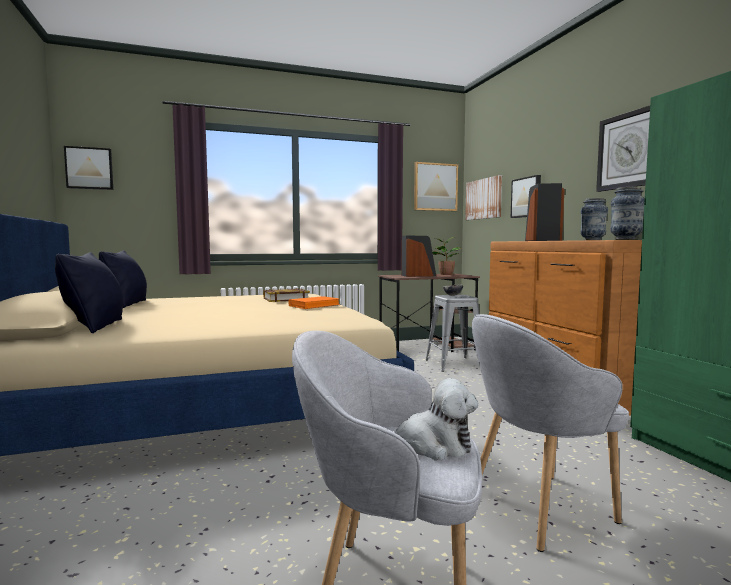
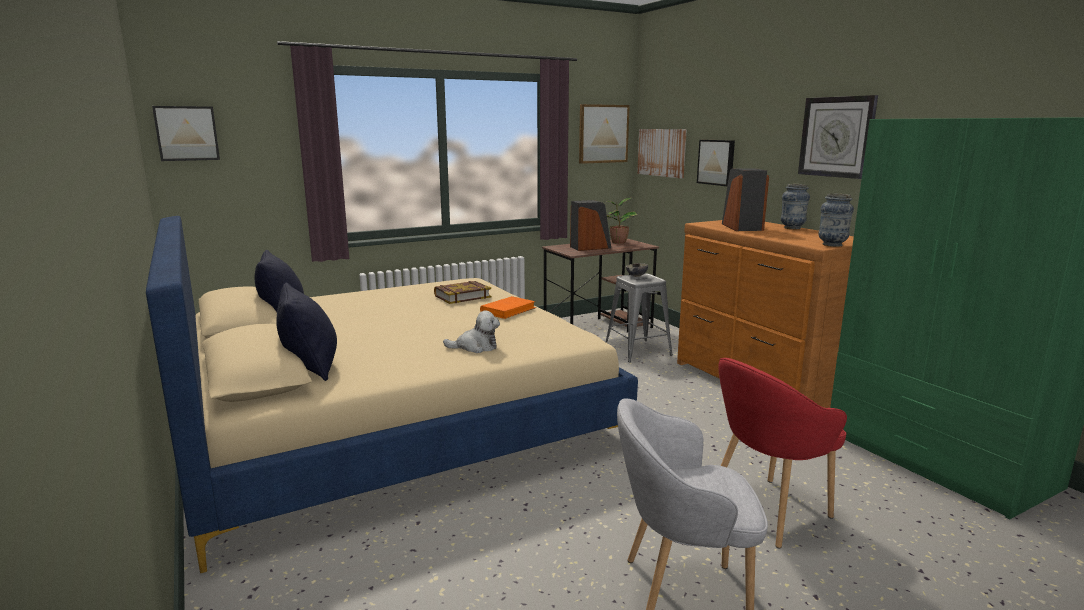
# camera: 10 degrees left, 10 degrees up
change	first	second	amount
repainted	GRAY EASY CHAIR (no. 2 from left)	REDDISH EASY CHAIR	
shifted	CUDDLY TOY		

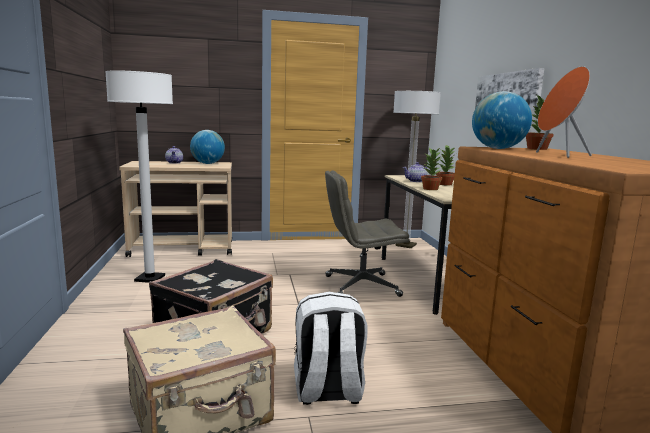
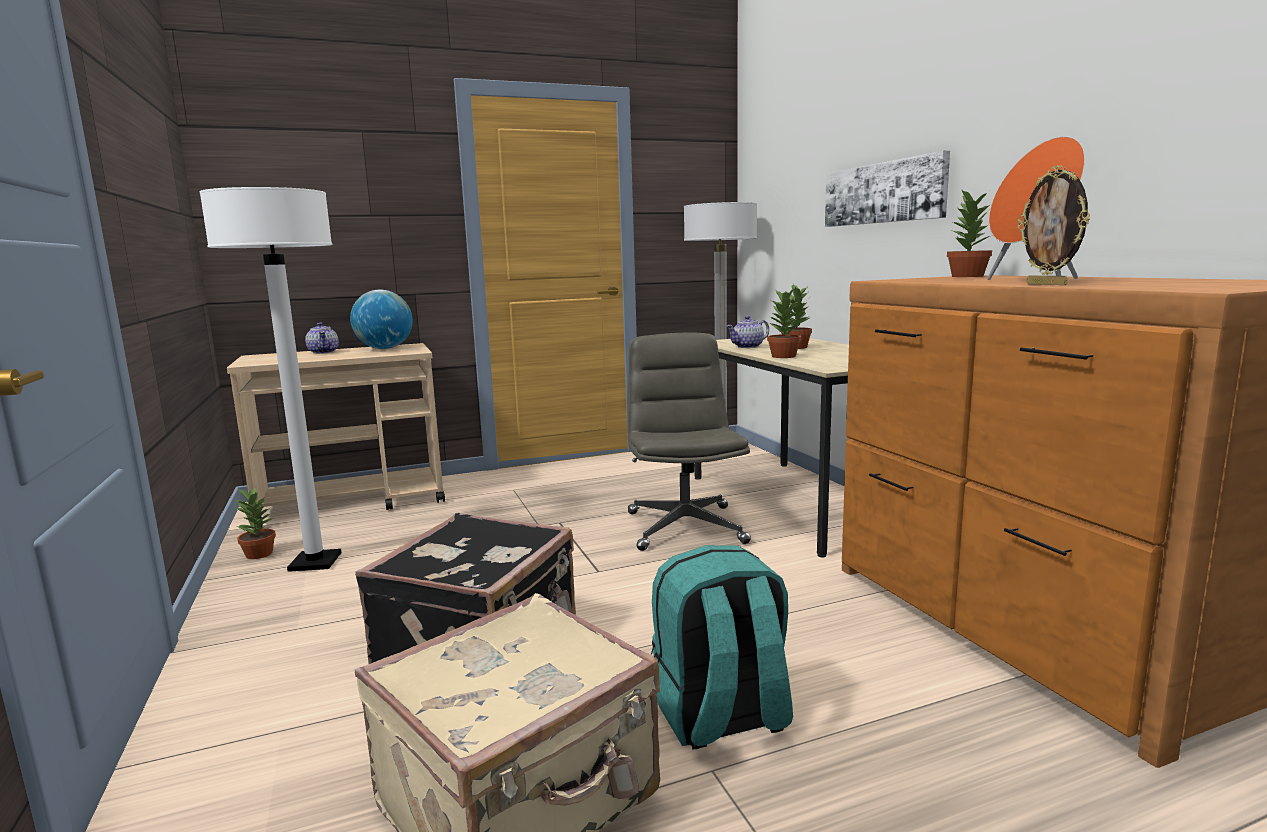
# camera: 10 degrees left, 0 degrees up
change	first	second	amount
gone	WORLD GLOBE (no. 2 from left)		
rotated	GRAY OFFICE CHAIR		105 degrees clockwise
repainted	WHITE-COLOURED KNAPSACK	TURQUOISE-COLOURED KNAPSACK	
new		STANDING FRAME	
new		PLANT IN A POT (no. 1 from left)	

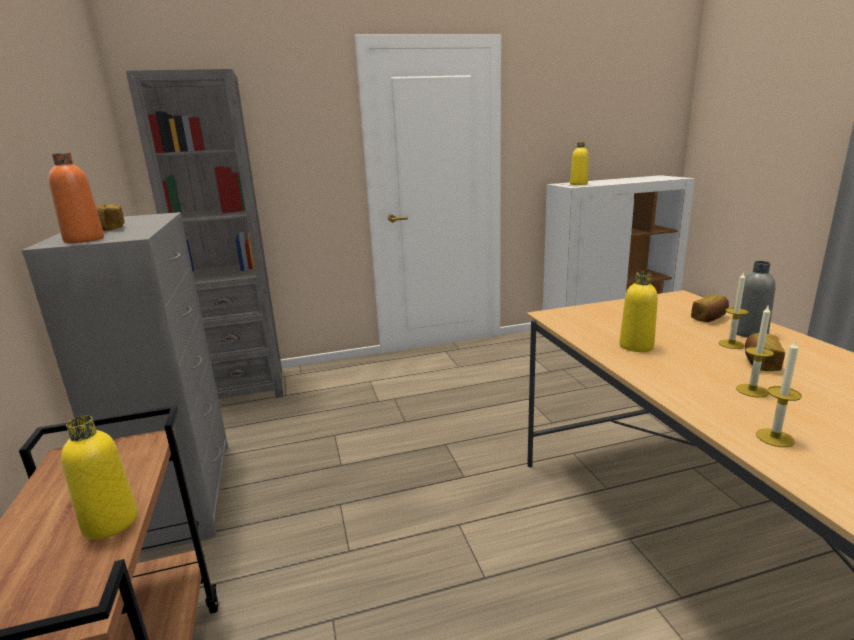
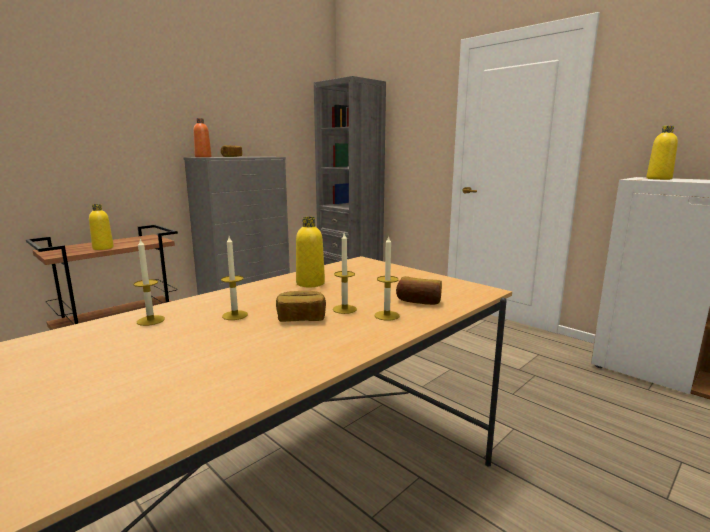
# camera: 60 degrees right, 5 degrees down
change	first	second	amount
swapped	GRAY BEVERAGE BOTTLE	WAX LIGHT (no. 4 from left)	

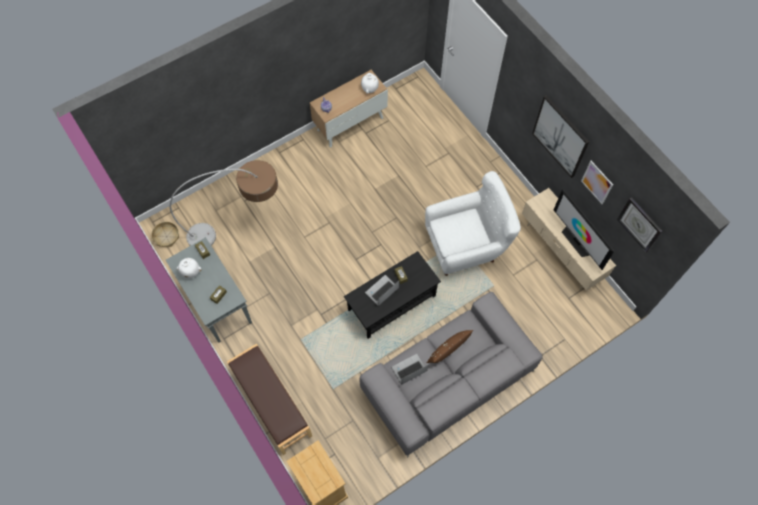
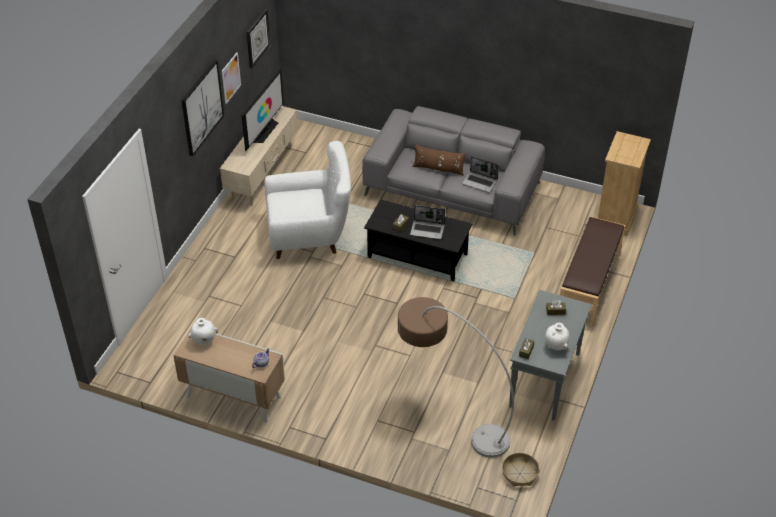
# camera: 125 degrees left, 20 degrees down
change	first	second	amount
rotated	WHITE-COLOURED EASY CHAIR		135 degrees clockwise

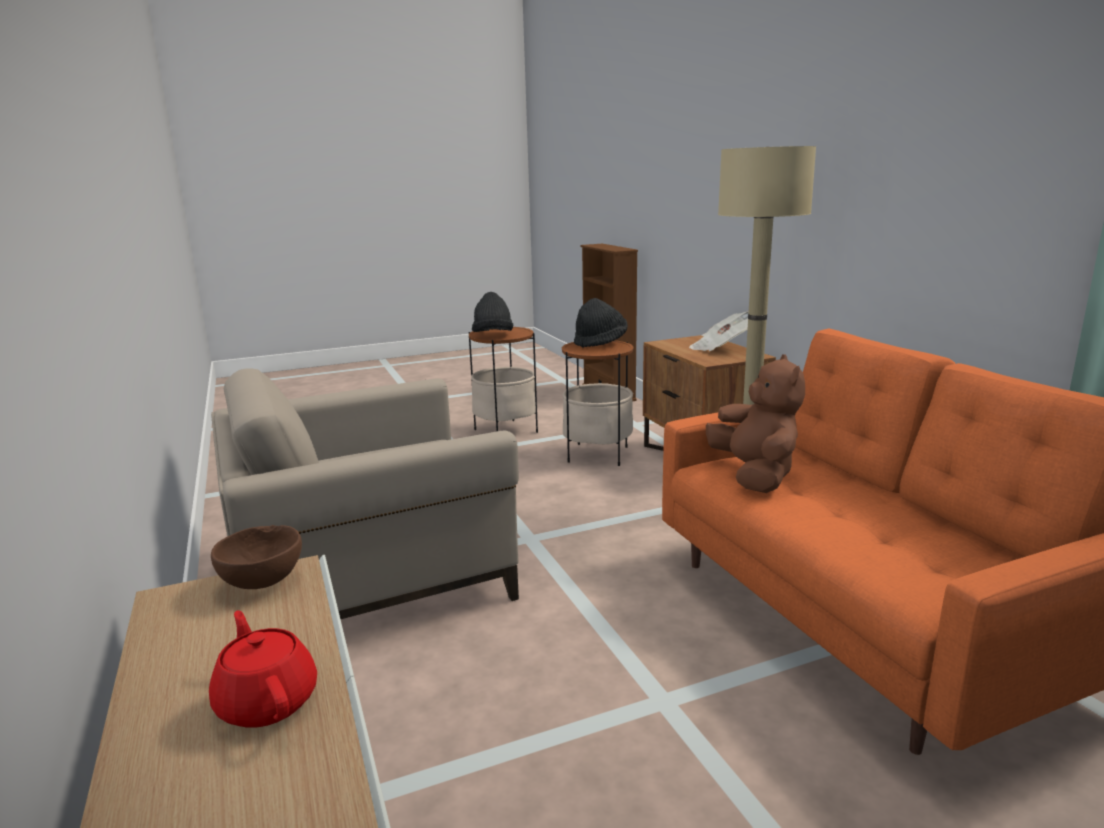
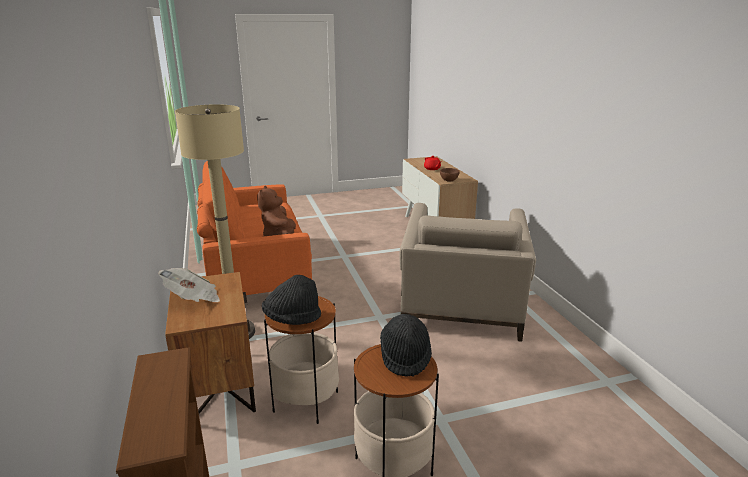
# camera: 175 degrees left, 5 degrees up
change	first	second	amount
rotated	BEIGE-COLOURED EASY CHAIR		120 degrees clockwise

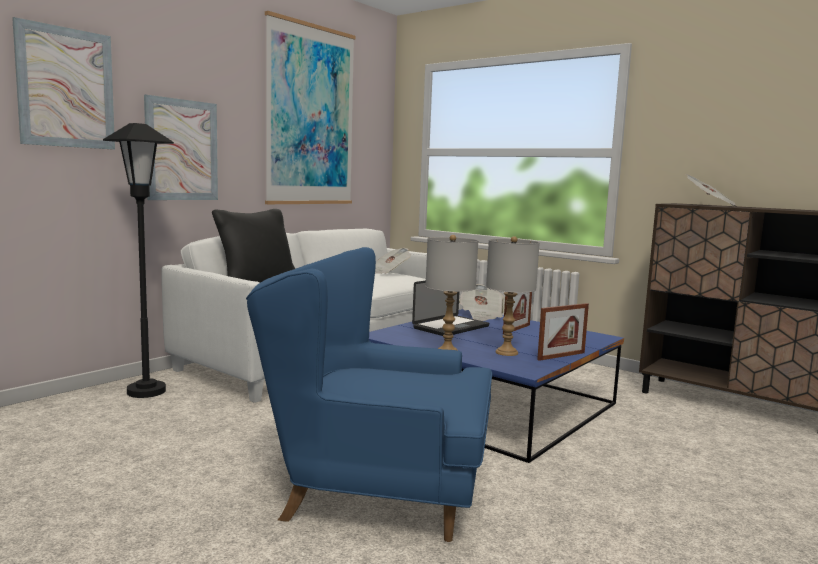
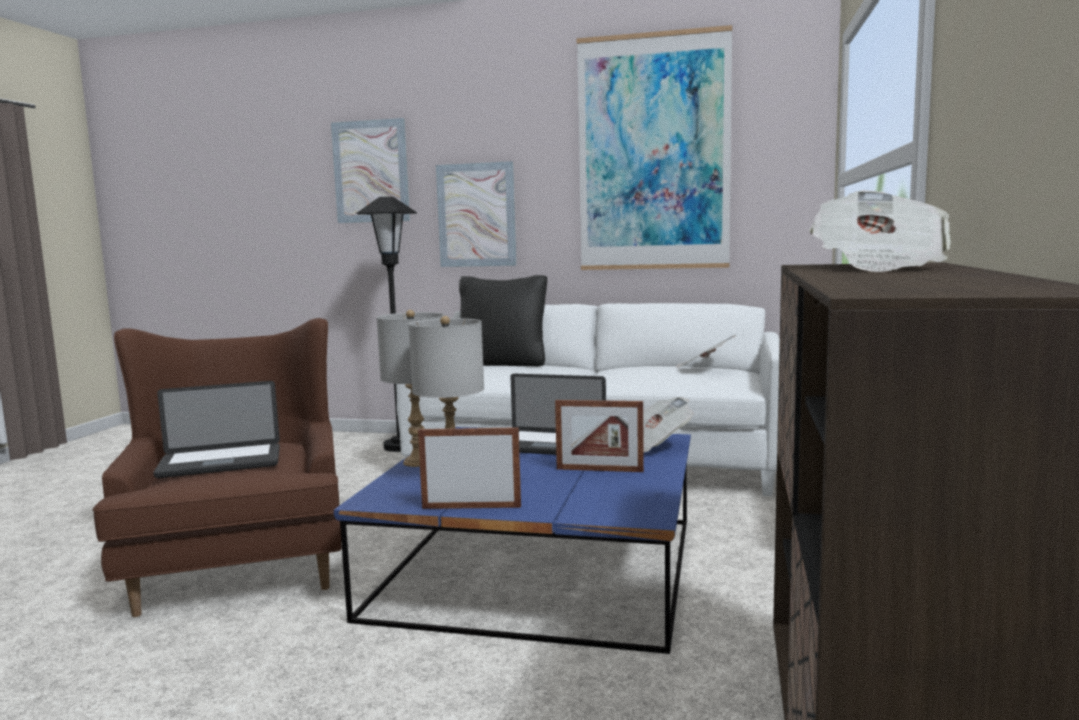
# camera: 65 degrees right, 0 degrees up
change	first	second	amount
repainted	BLUE-COLOURED EASY CHAIR	BROWNISH EASY CHAIR	
rotated	STANDING FRAME (no. 2 from left in the first image)	STANDING FRAME (no. 1 from left)	150 degrees clockwise
new		LAPTOP (no. 1 from left)	

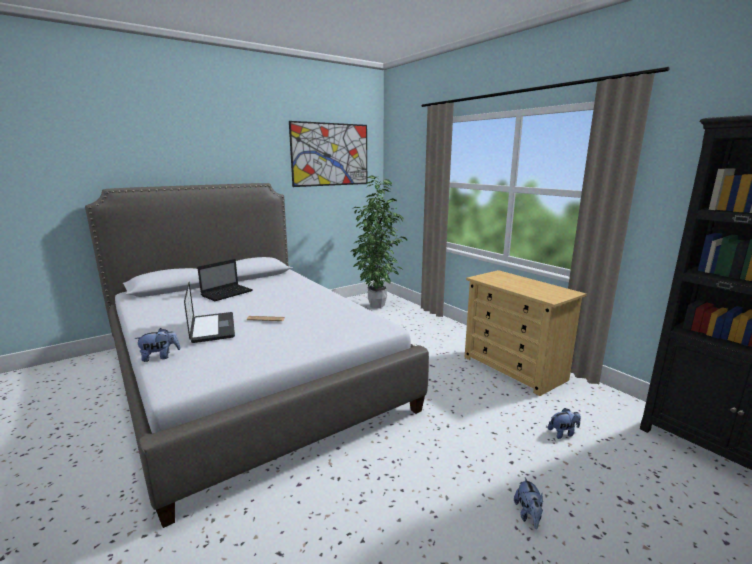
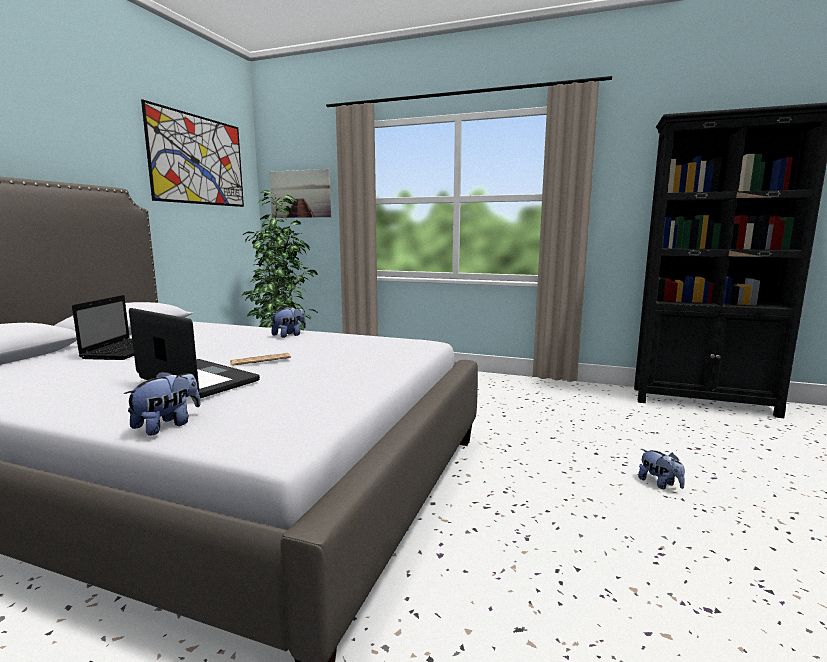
# camera: 35 degrees left, 5 degrees down
change	first	second	amount
gone	BEIGE-COLOURED DRESSER		
shifted	CUDDLY TOY (no. 3 from left in the first image)	CUDDLY TOY (no. 2 from left)	
new		PICTURE (no. 2 from left)	

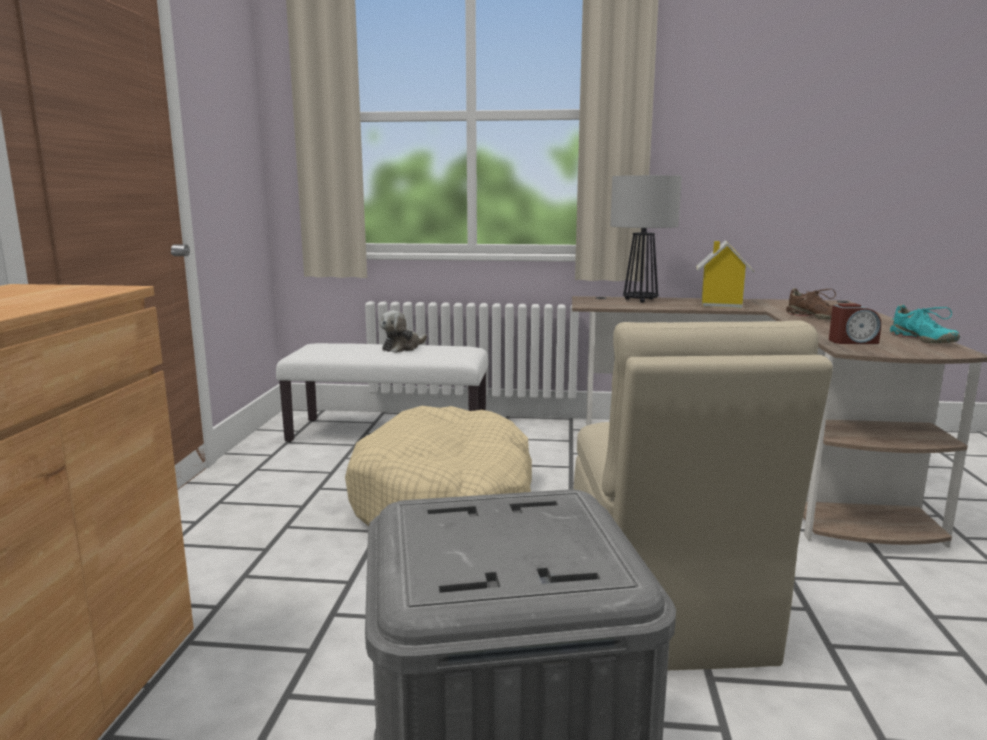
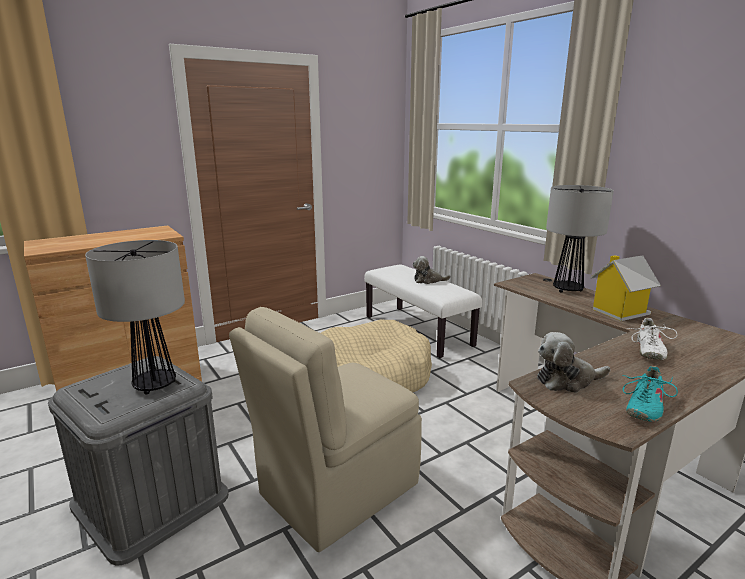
# camera: 50 degrees right, 5 degrees up
change	first	second	amount
repainted	BROWNISH LOW SHOE	WHITE-COLOURED LOW SHOE	
swapped	TABLE CLOCK	CUDDLY TOY (no. 2 from left)	
new		TABLE LAMP (no. 1 from left)	

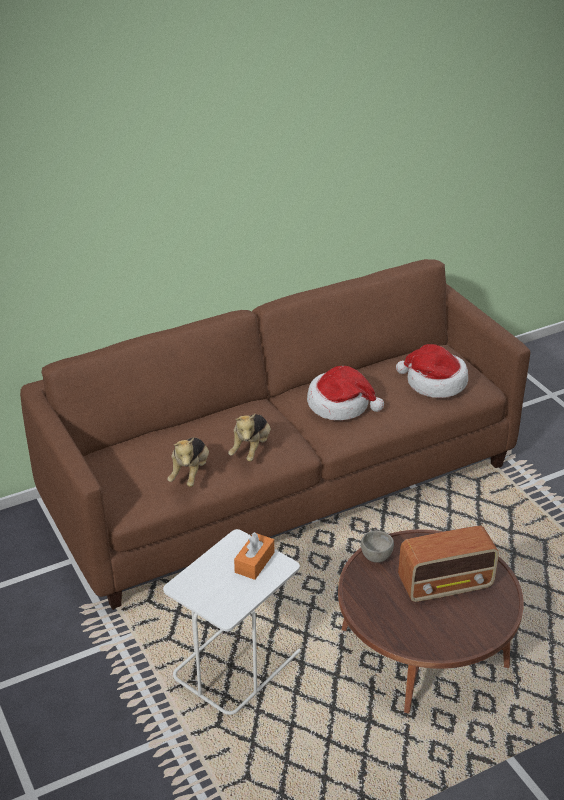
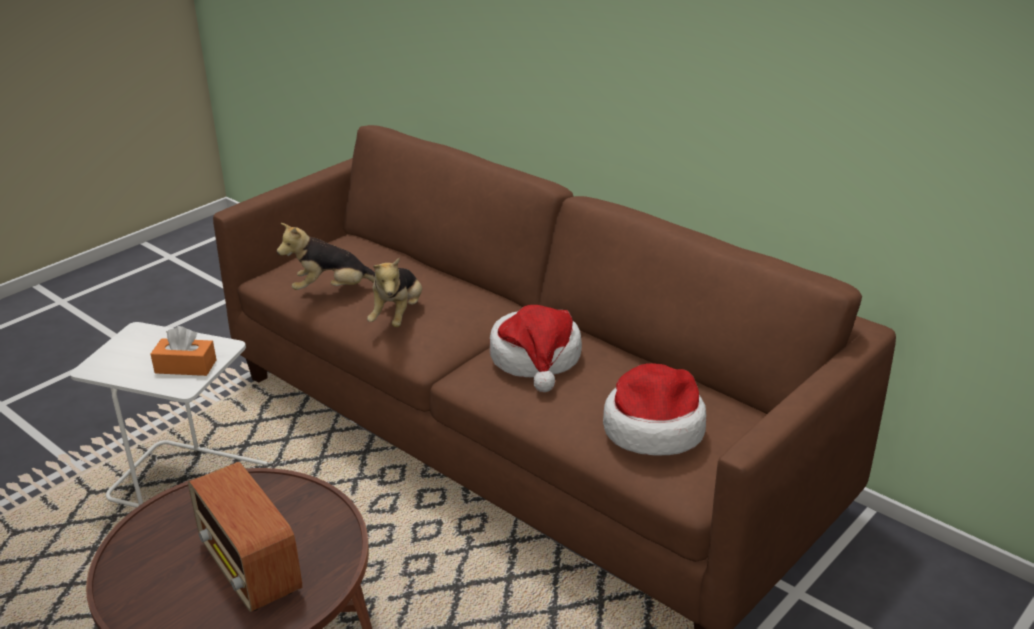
# camera: 70 degrees right, 5 degrees down
change	first	second	amount
rotated	CUDDLY TOY (no. 2 from left)		75 degrees counterclockwise
gone	GRAY DEEP DISH		

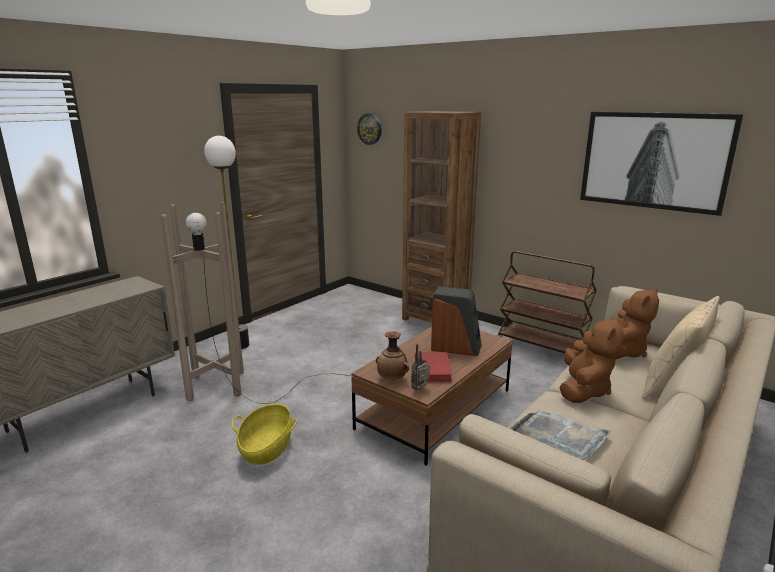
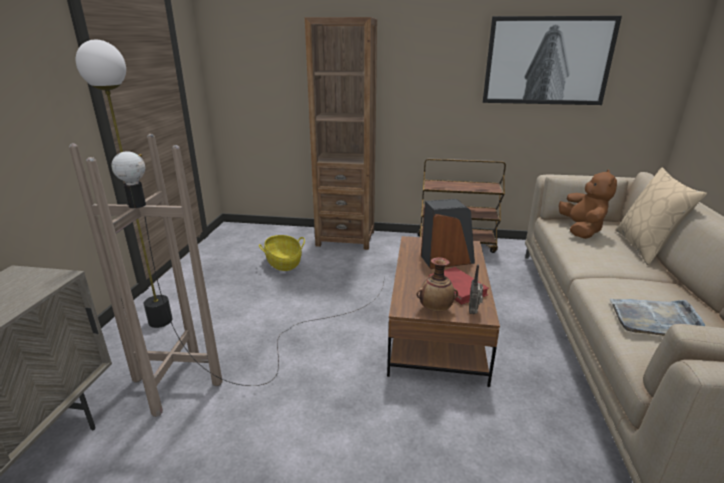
# camera: 30 degrees left, 5 degrees up
change	first	second	amount
gone	CLOCK ON THE WALL		
gone	BROWNISH CUDDLY TOY (no. 1 from left)		
shifted	BASKET		

